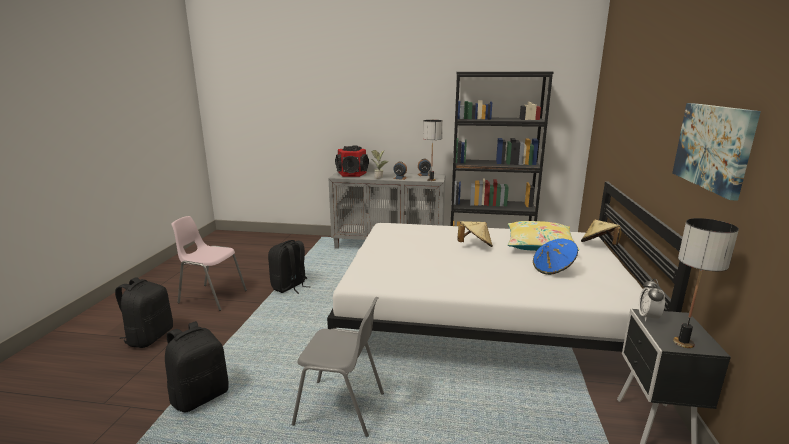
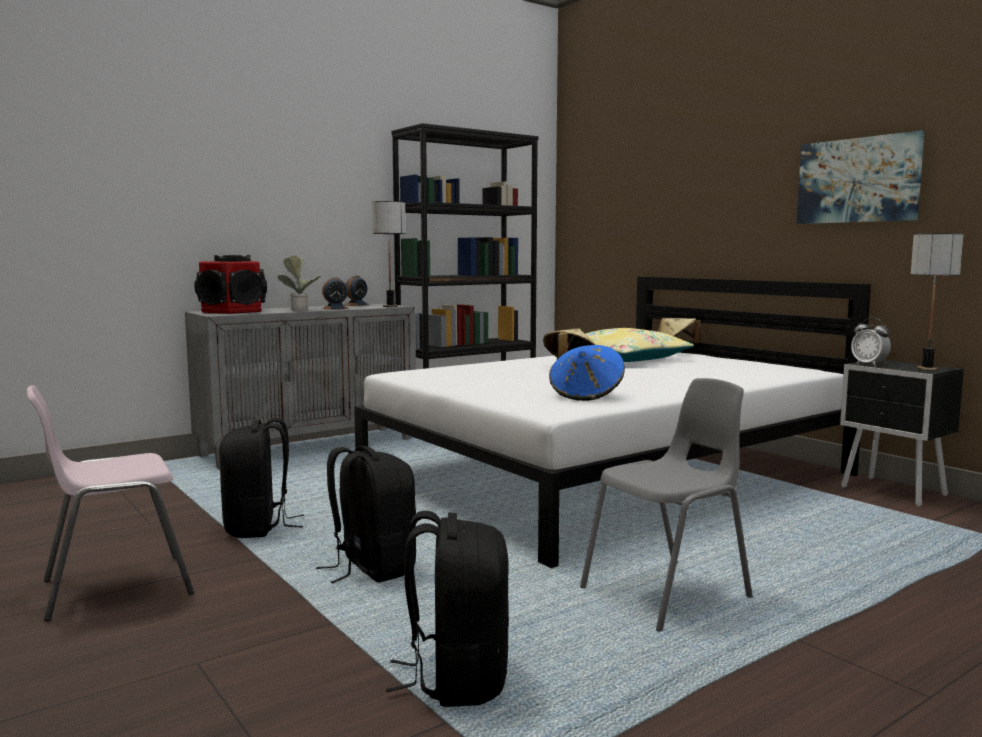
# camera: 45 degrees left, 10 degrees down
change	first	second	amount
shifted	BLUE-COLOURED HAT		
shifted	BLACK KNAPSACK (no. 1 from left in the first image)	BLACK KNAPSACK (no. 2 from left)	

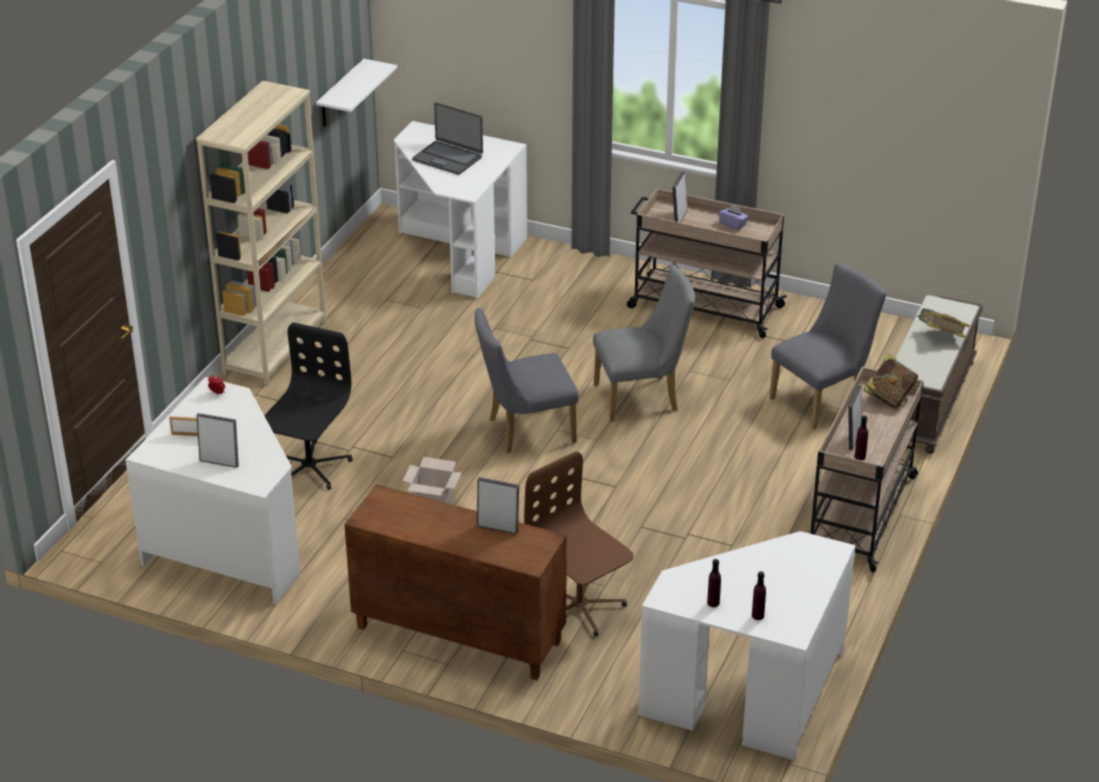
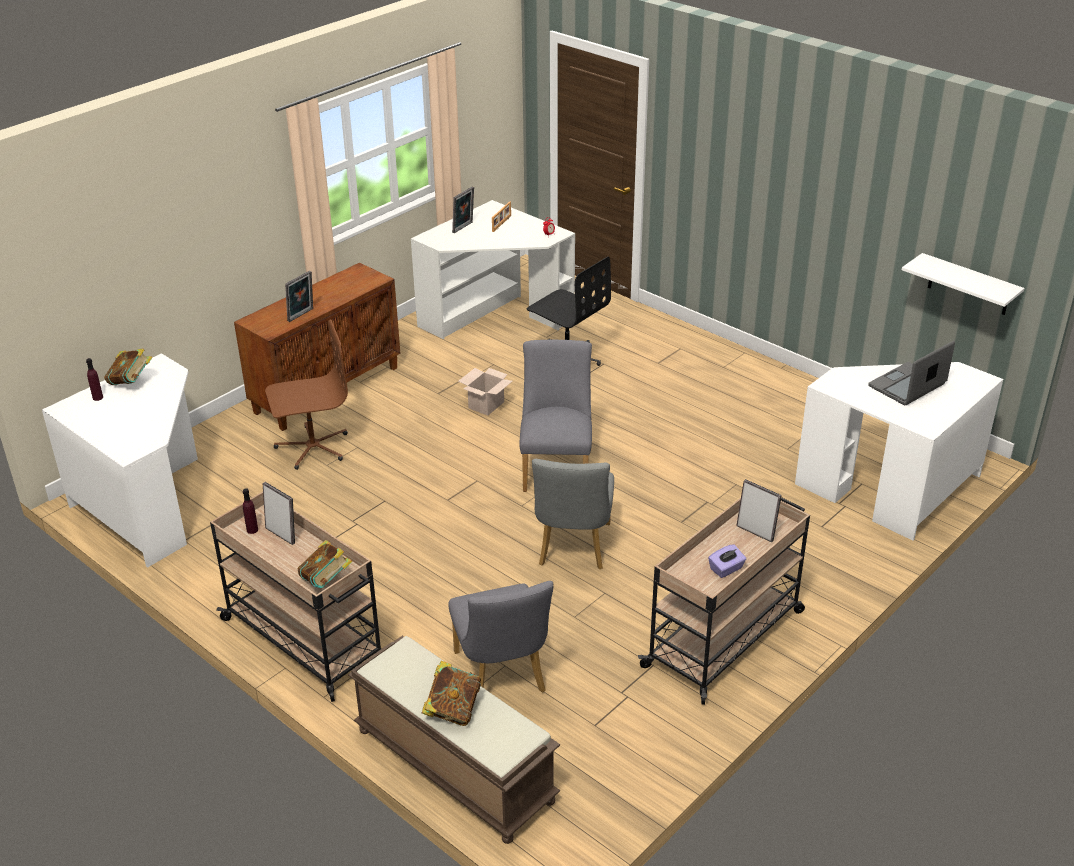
# camera: 110 degrees right, 0 degrees up
change	first	second	amount
gone	BEIGE-COLOURED BOOKCASE		
swapped	PURPLE BEVERAGE BOTTLE (no. 1 from left)	VOLUME (no. 1 from left)	

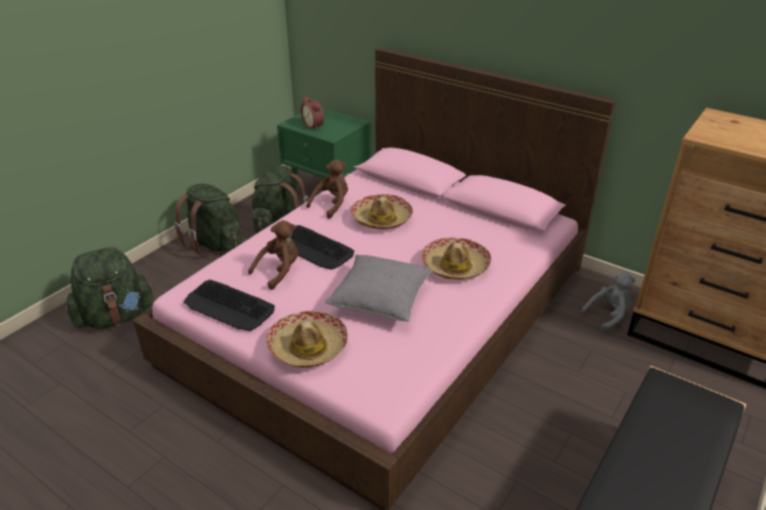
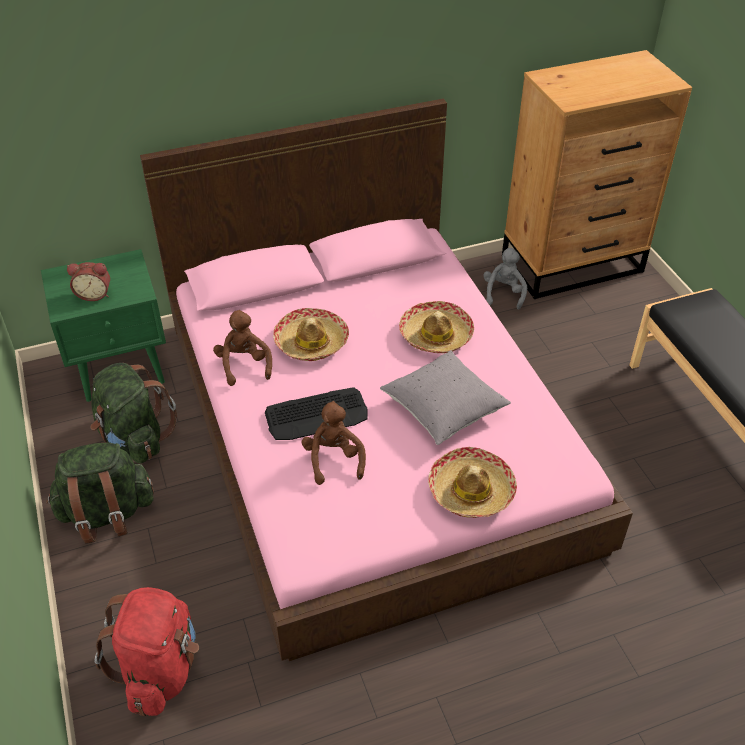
# camera: 55 degrees left, 10 degrees up
change	first	second	amount
repainted	GREEN-COLOURED KNAPSACK (no. 1 from left)	REDDISH KNAPSACK	
gone	COMPUTER KEYBOARD (no. 1 from left)		

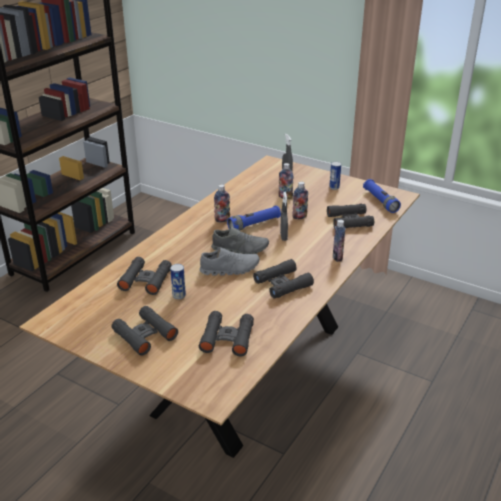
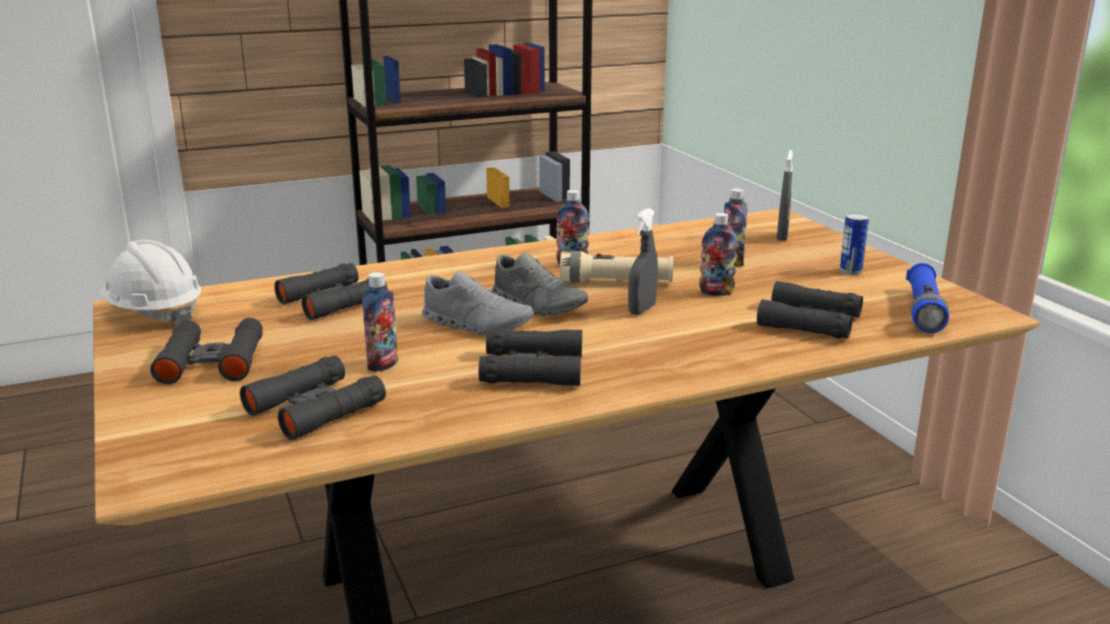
# camera: 35 degrees right, 10 degrees down
change	first	second	amount
repainted	BLUE-COLOURED HAND TORCH (no. 1 from left)	BEIGE-COLOURED HAND TORCH	
shifted	BEVERAGE BOTTLE (no. 4 from left in the first image)	BEVERAGE BOTTLE (no. 1 from left)	
gone	METAL CAN (no. 1 from left)		
new		WHITE-COLOURED HARD HAT	

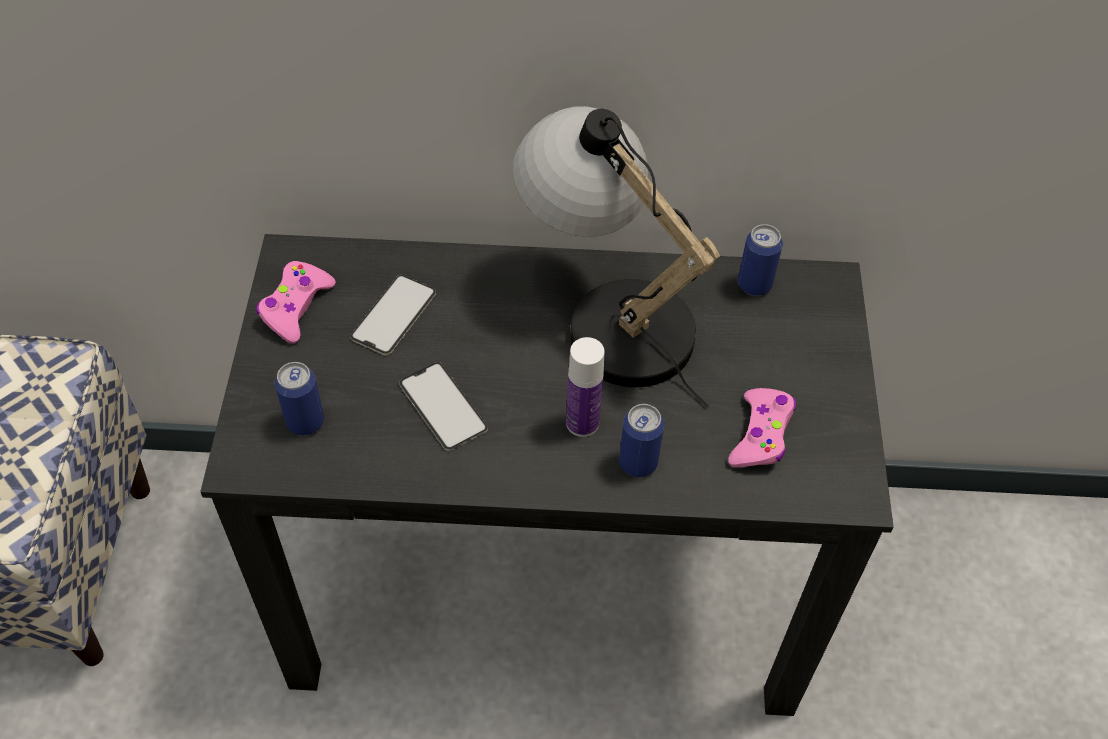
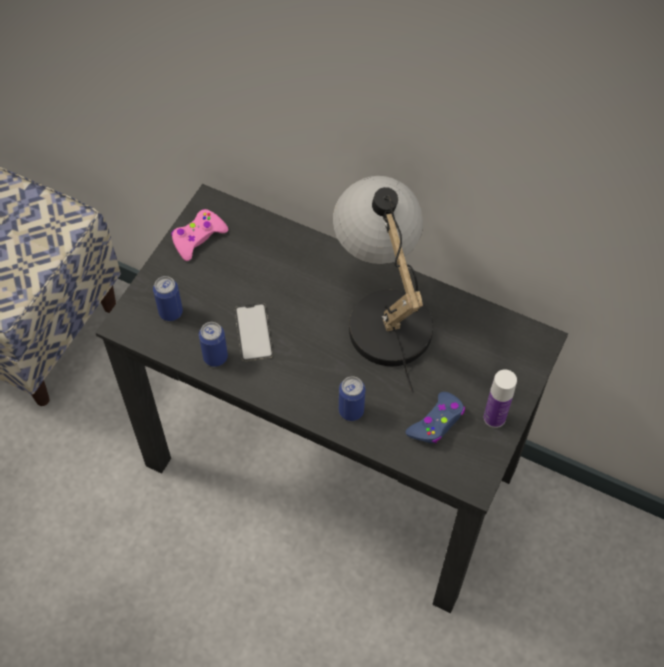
# camera: 25 degrees right, 5 degrees up
change	first	second	amount
shifted	METAL CAN (no. 3 from left in the first image)	METAL CAN (no. 2 from left)	
gone	PHONE (no. 1 from left)		
shifted	BEVERAGE BOTTLE		
repainted	PINK GAME CONTROLLER (no. 2 from left)	BLUE-COLOURED GAME CONTROLLER	

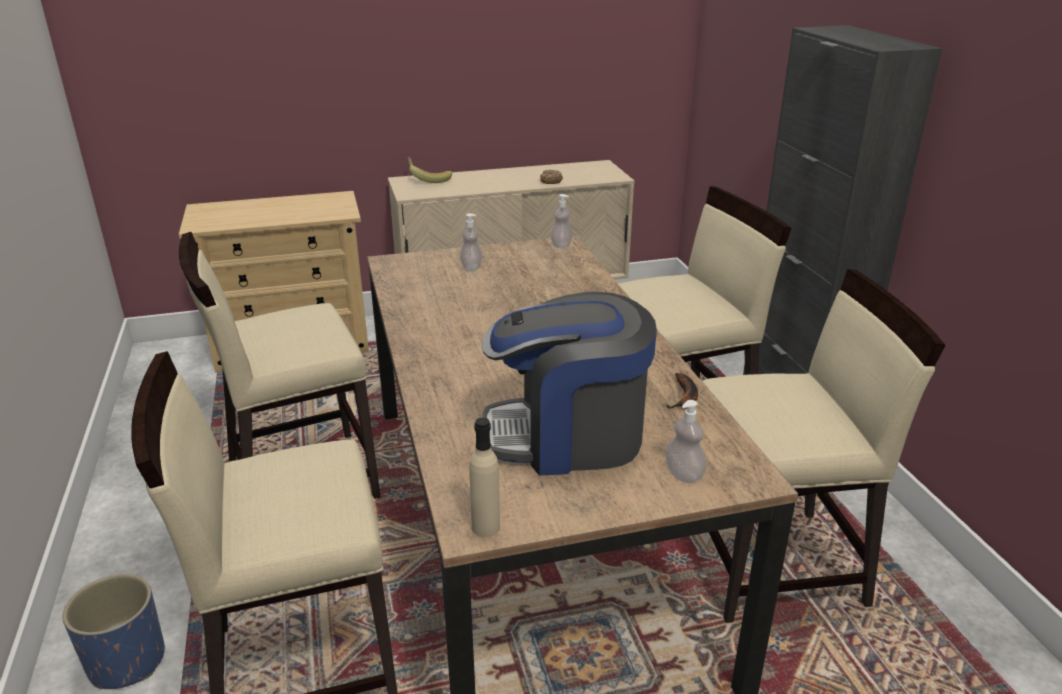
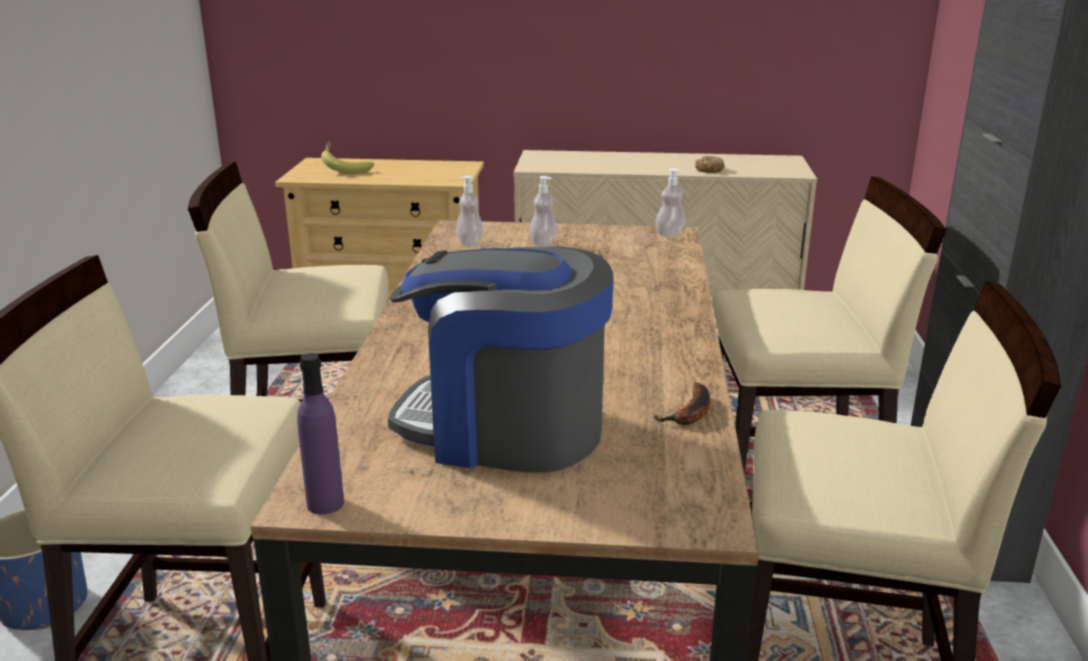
# camera: 20 degrees right, 5 degrees down
change	first	second	amount
shifted	BANANA FRUIT (no. 1 from left)		
shifted	SOAP DISPENSER (no. 3 from left in the first image)	SOAP DISPENSER (no. 1 from left)	
repainted	BEIGE-COLOURED BEVERAGE BOTTLE	PURPLE BEVERAGE BOTTLE	

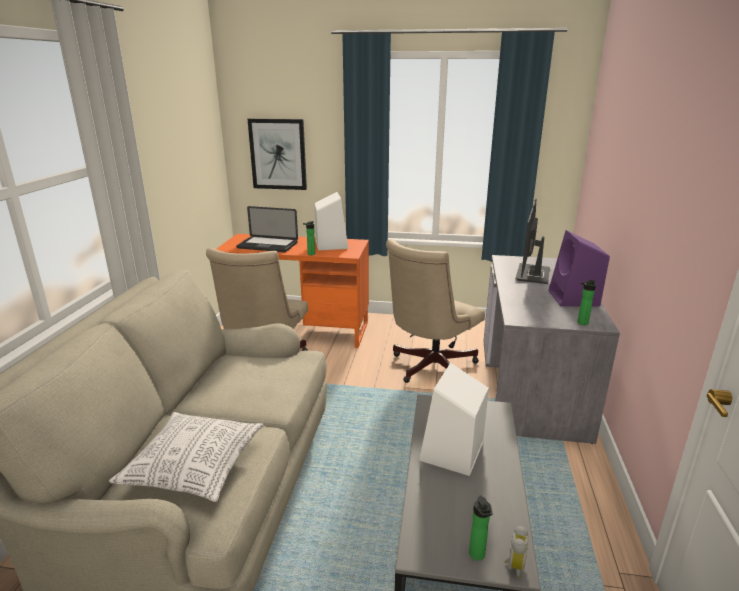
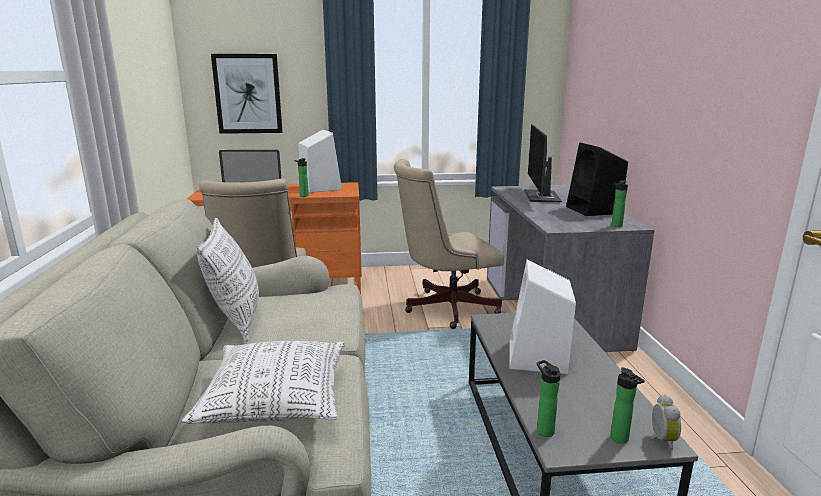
# camera: 15 degrees left, 5 degrees down
change	first	second	amount
repainted	PURPLE LOUDSPEAKER	BLACK LOUDSPEAKER	
rotated	BEIGE-COLOURED OFFICE CHAIR (no. 2 from left)		45 degrees clockwise
new		CUSHION (no. 1 from left)	
new		BEVERAGE BOTTLE (no. 2 from left)	

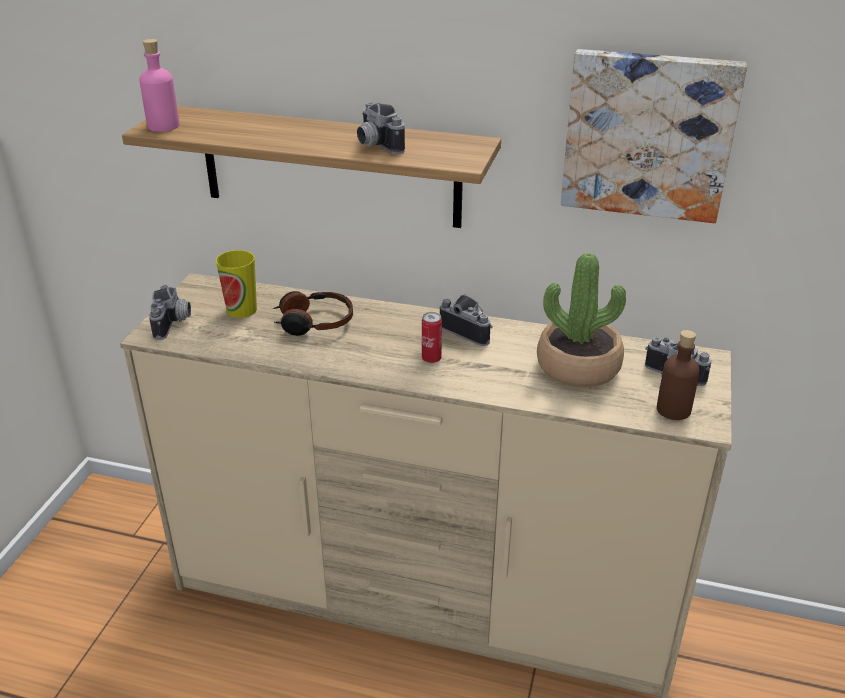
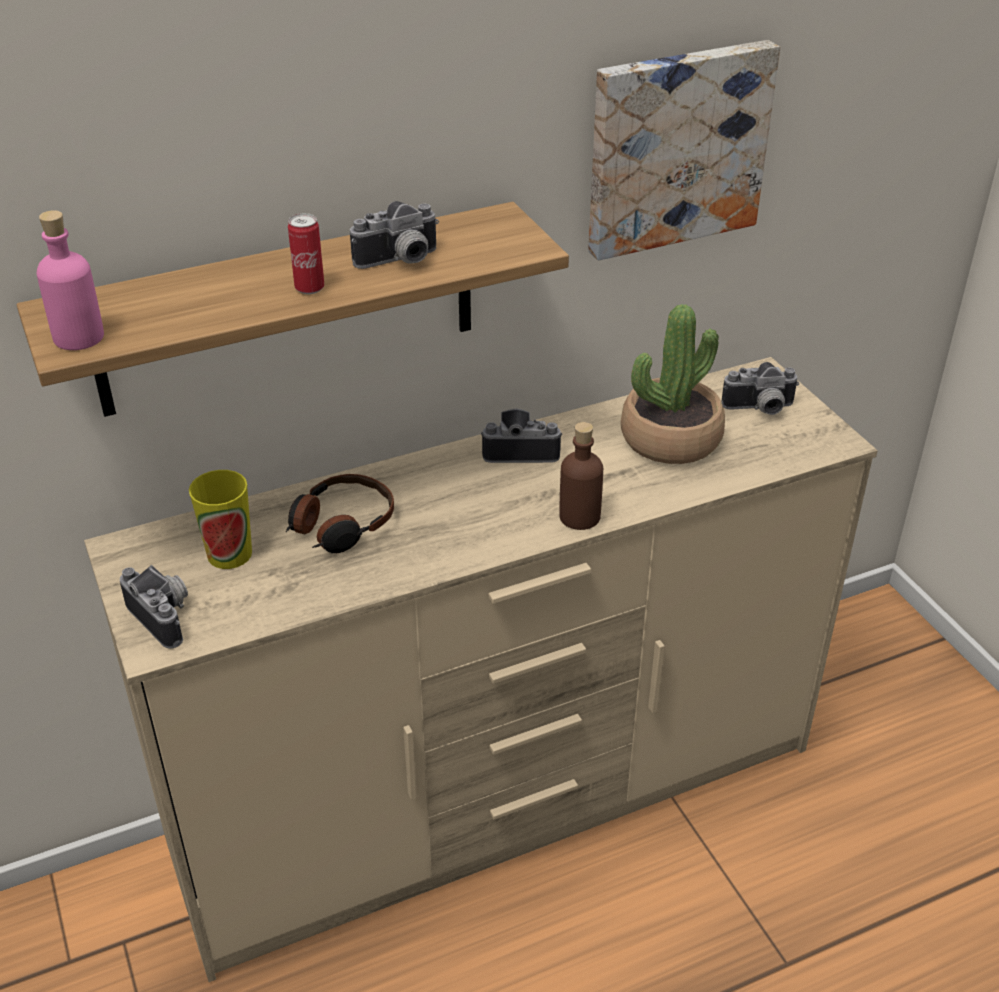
# camera: 40 degrees left, 5 degrees up
change	first	second	amount
rotated	STILL CAMERA (no. 2 from left)		45 degrees counterclockwise
shifted	METAL CAN		
shifted	BROWNISH BEVERAGE BOTTLE		

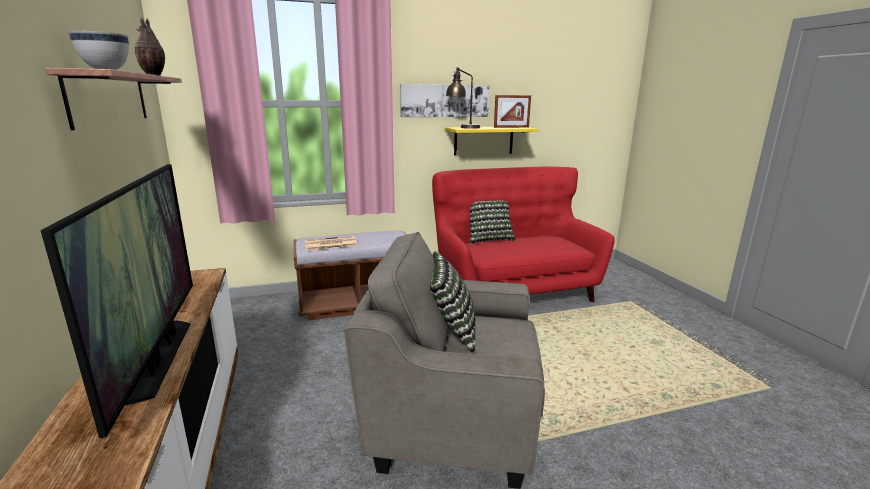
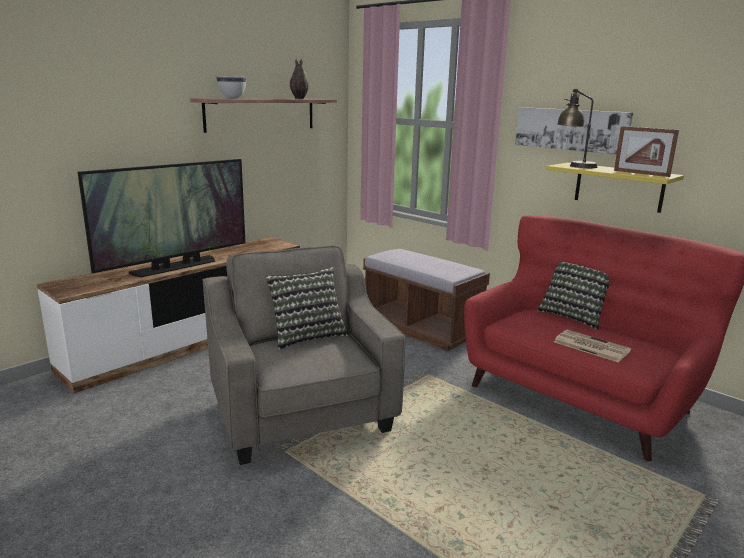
# camera: 60 degrees right, 0 degrees up
change	first	second	amount
shifted	NEWSPAPER		

